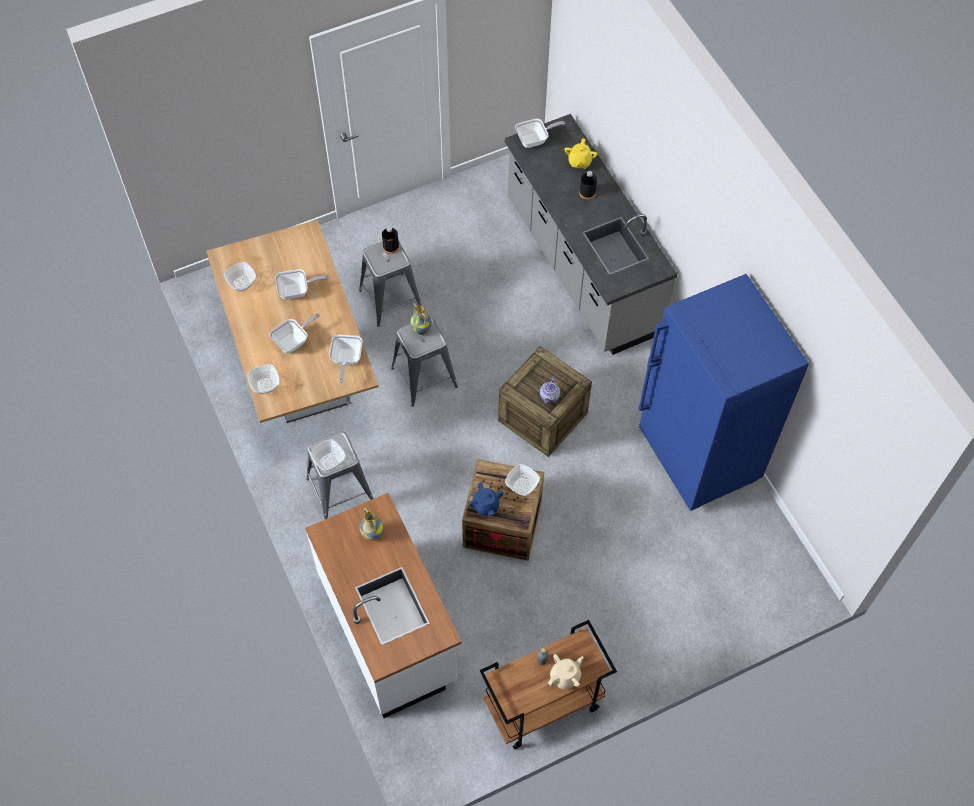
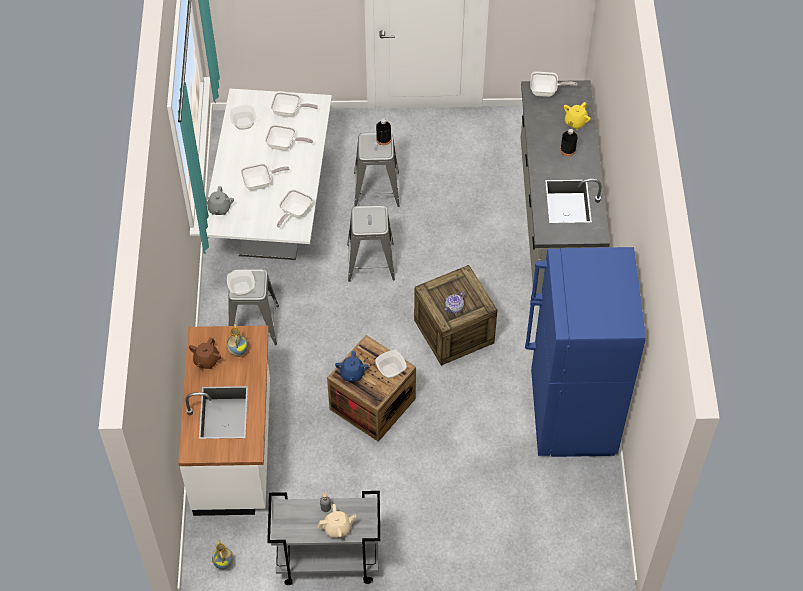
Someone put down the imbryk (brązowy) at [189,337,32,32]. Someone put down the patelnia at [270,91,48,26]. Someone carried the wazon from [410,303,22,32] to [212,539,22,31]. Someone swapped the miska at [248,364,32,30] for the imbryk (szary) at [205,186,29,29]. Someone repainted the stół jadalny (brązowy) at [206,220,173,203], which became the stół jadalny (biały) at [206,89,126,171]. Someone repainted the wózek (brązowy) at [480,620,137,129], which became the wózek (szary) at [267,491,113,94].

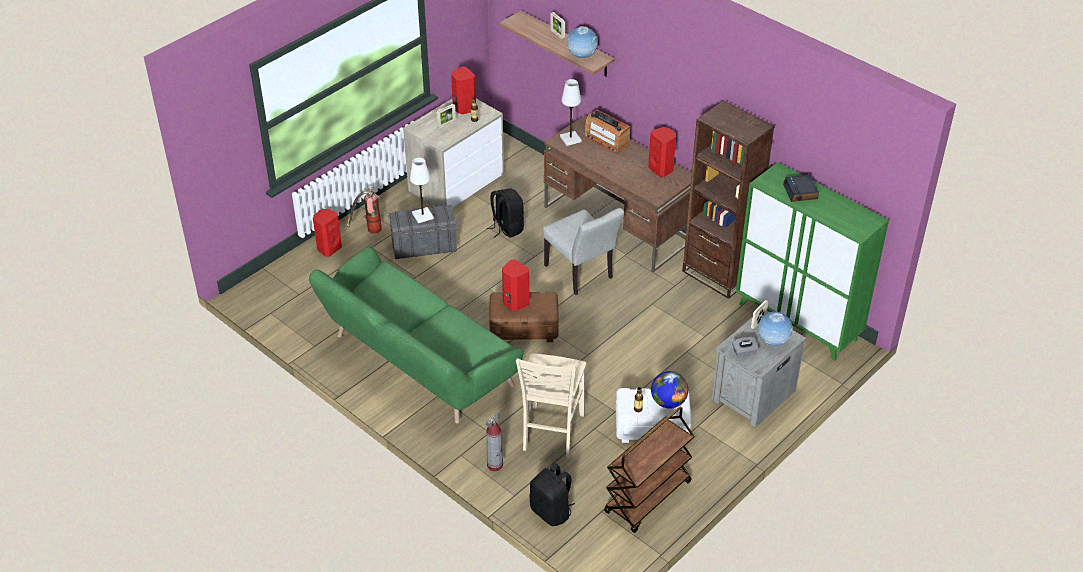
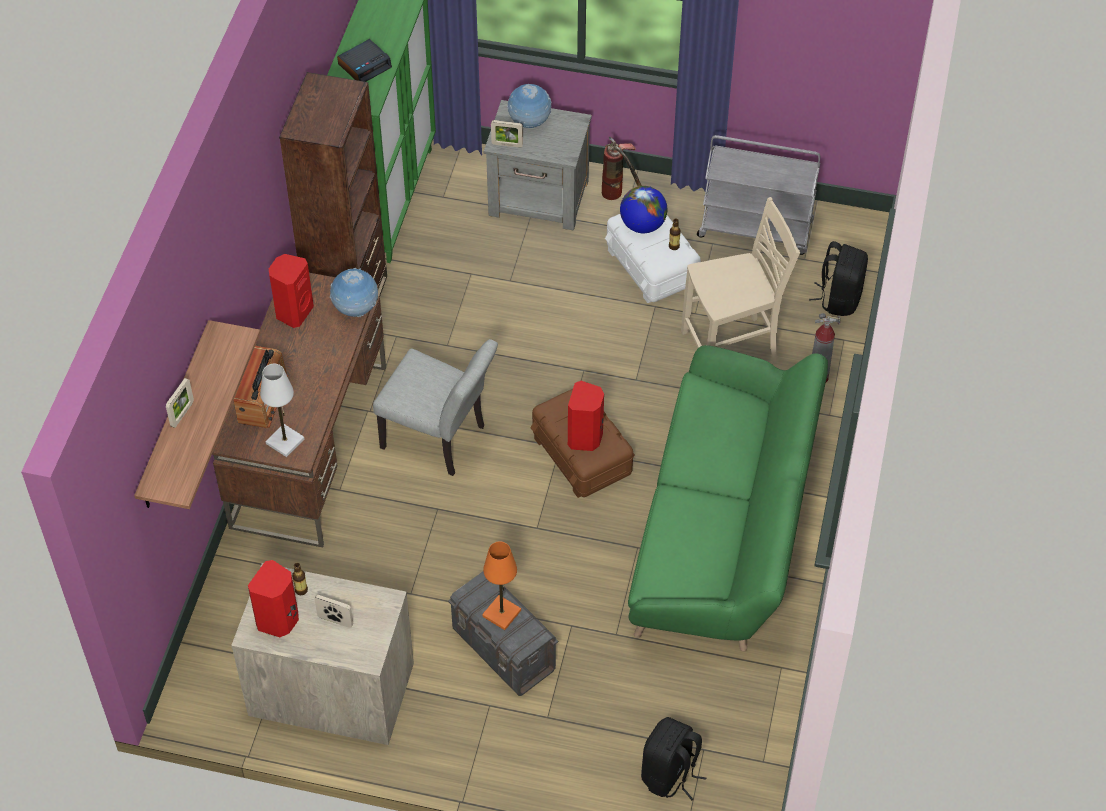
Someone took away the głośnik (czerwony) at [313,209,29,48]. Someone took away the pudełko chusteczek (szary) at [732,337,27,20]. Someone carried the gaśnica from [347,187,35,47] to [602,137,40,63]. Someone carried the plecak (czarny) from [487,188,37,50] to [641,717,65,83]. Someone carried the globus from [567,26,31,33] to [330,268,48,49]. Someone repainted the lampa stołowa (biały) at [410,158,24,65], which became the lampa stołowa (pomarańczowy) at [482,541,39,89]. Someone repainted the wózek (brązowy) at [604,407,90,126], which became the wózek (szary) at [697,135,123,120]. Someone rotated the krzesło (szary) at [543,208,81,87] by 90 degrees clockwise.

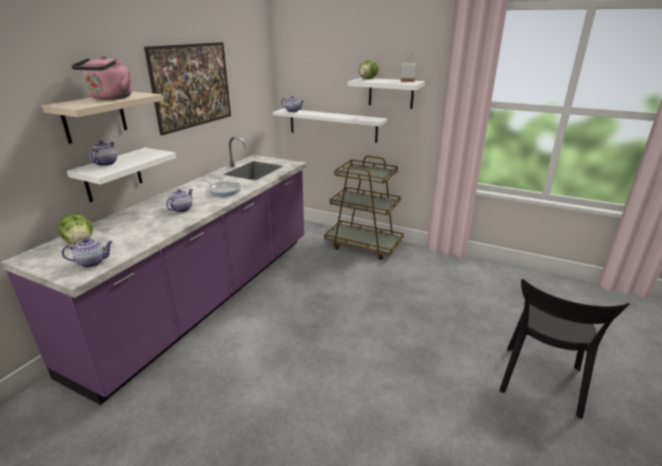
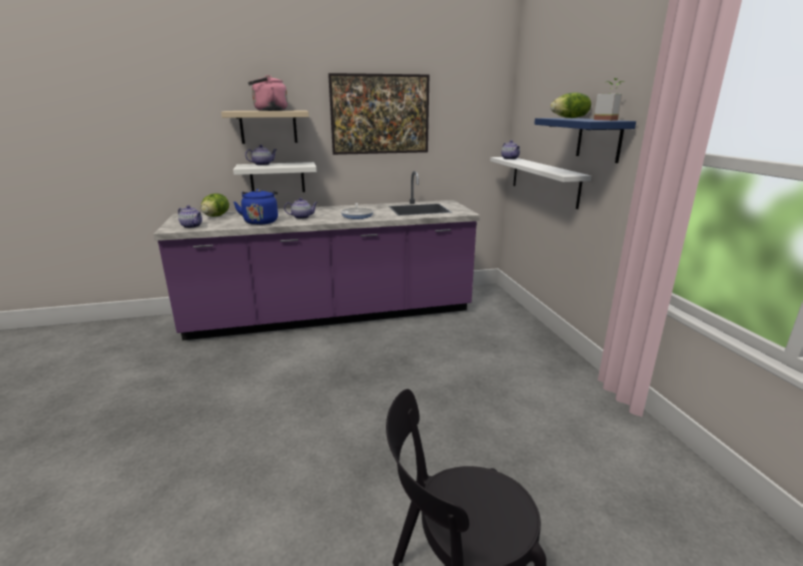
Someone took away the wózek (brązowy) at [324,156,80,104]. Someone put down the czajnik (niebieski) at [234,189,44,36]. Someone repainted the półka (biały) at [348,78,77,31], which became the półka (niebieski) at [534,118,102,45].

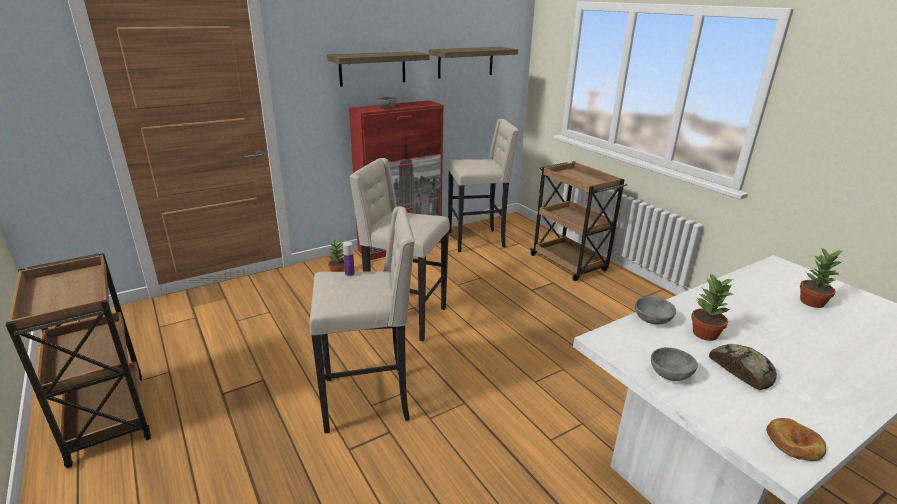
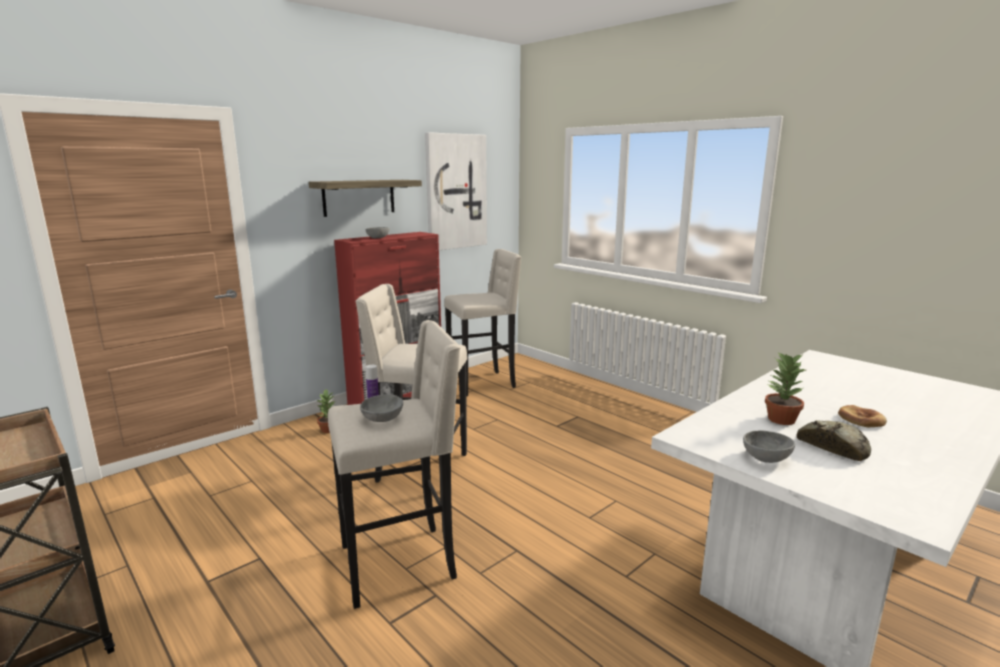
Someone took away the wózek (brązowy) at [530,161,97,120]. Someone took away the roślina doniczkowa at [800,247,44,61]. Someone carried the miska (szary) from [635,296,41,29] to [360,394,43,28]. Someone carried the chleb from [766,418,60,43] to [838,405,49,22]. Someone swapped the półka at [429,47,89,32] for the obraz at [425,132,62,118].

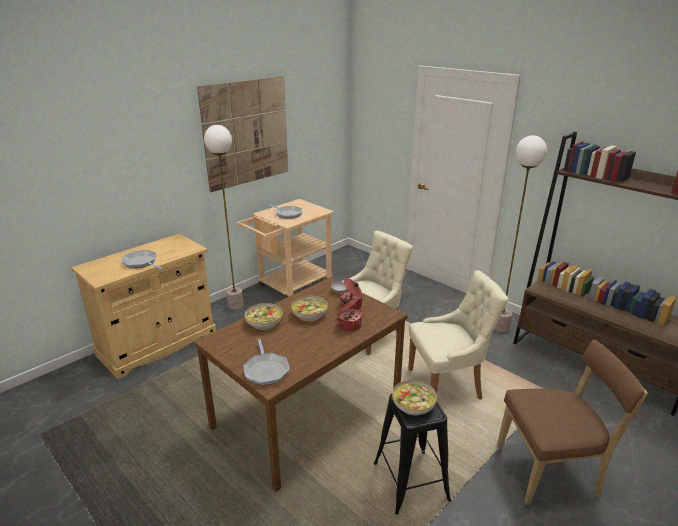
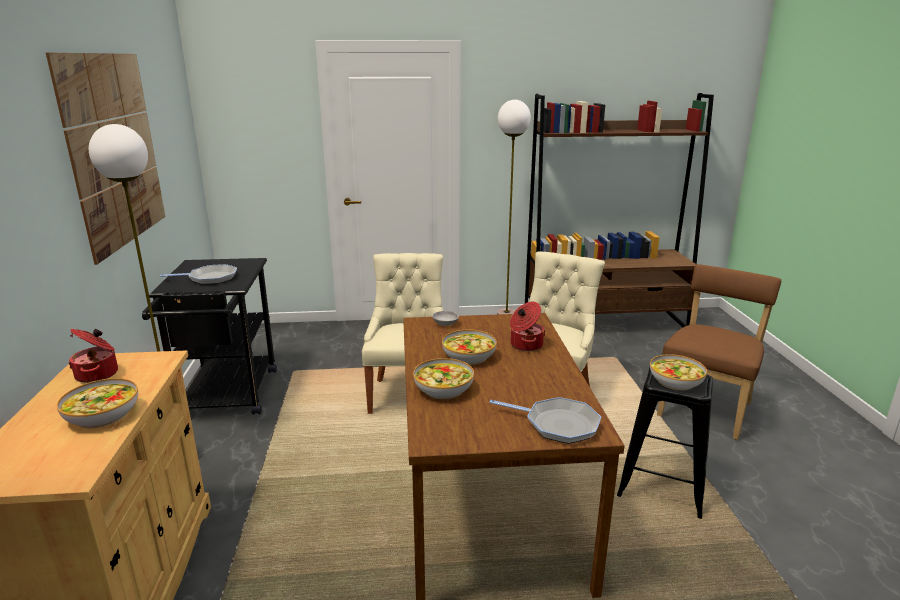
Someone carried the garnek from [340,278,22,32] to [69,329,49,54]. Someone swapped the patelnia at [121,250,42,20] for the miska at [57,378,81,50]. Someone repainted the wózek (beżowy) at [237,199,97,98], which became the wózek (czarny) at [142,258,135,156].

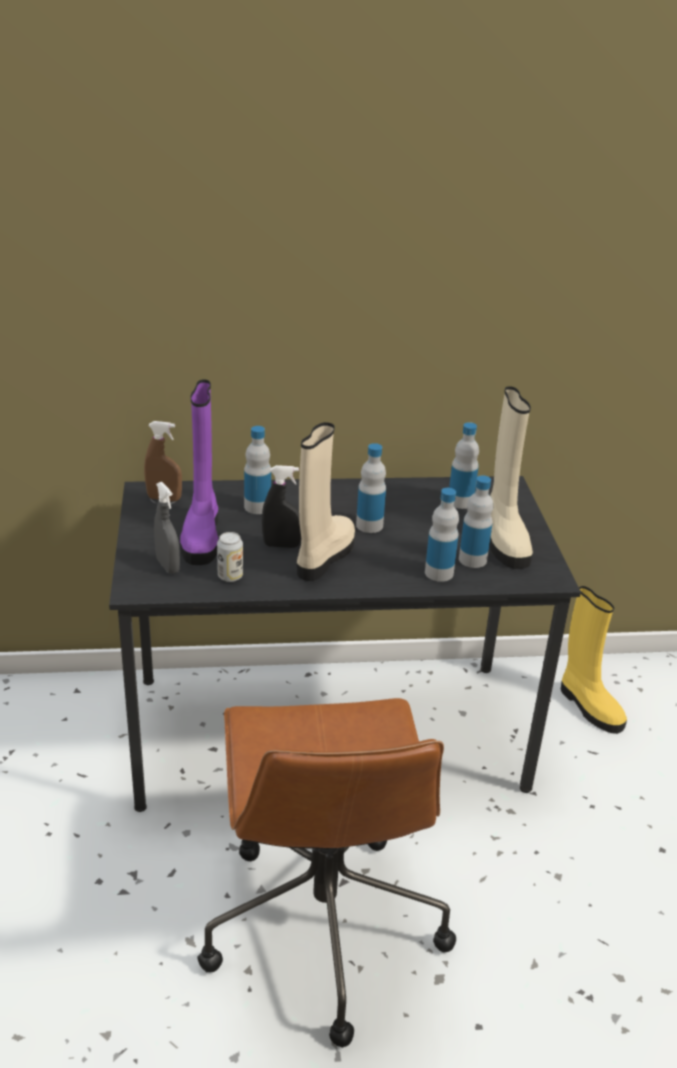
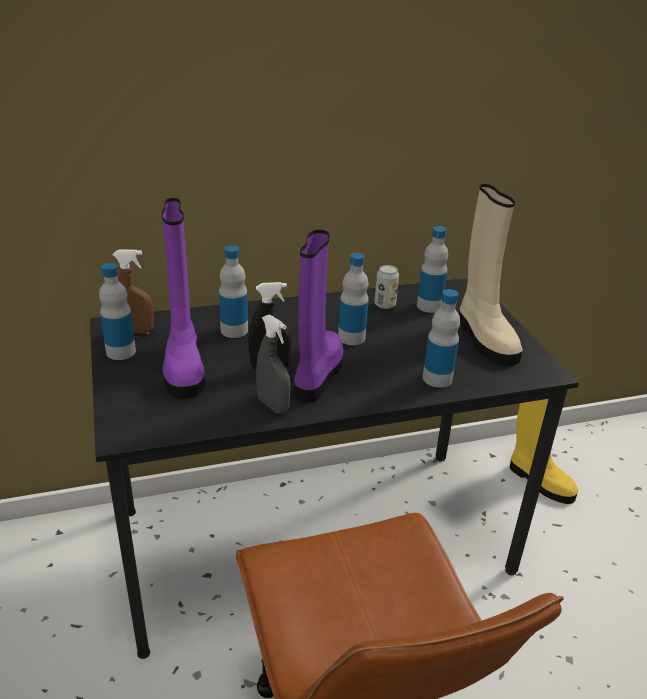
Someone carried the spryskiwacz (szary) from [154,482,26,92] to [256,314,35,100]. Someone carried the puszka from [217,532,26,50] to [374,265,25,44]. Someone carried the butelka from [459,475,34,93] to [99,263,37,97]. Someone repainted the but z cholewką (beżowy) at [297,422,58,159], which became the but z cholewką (fioletowy) at [294,230,50,173].

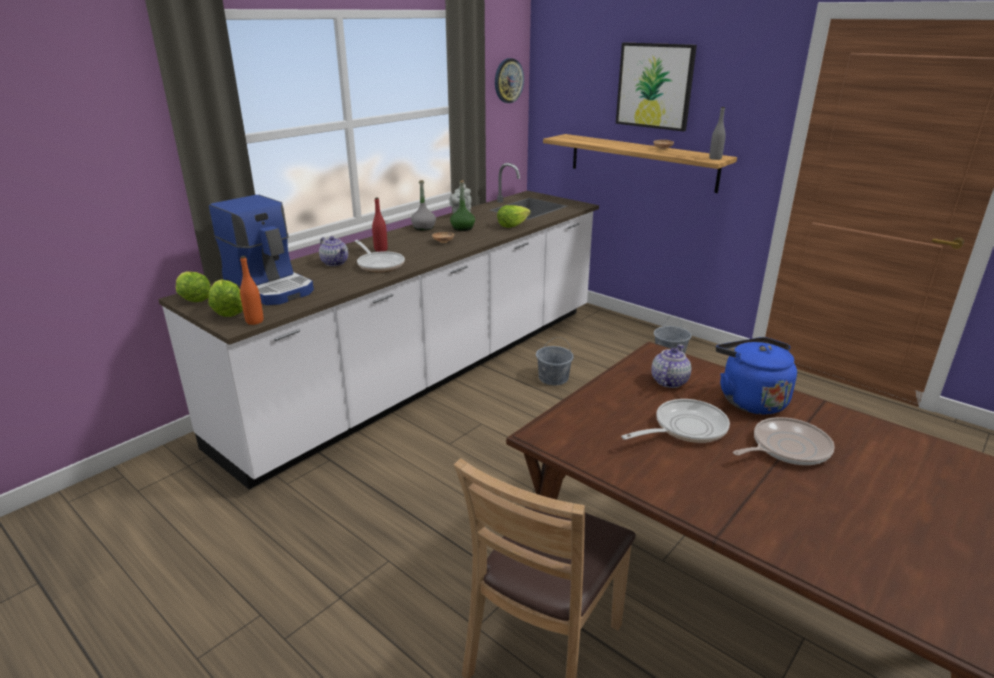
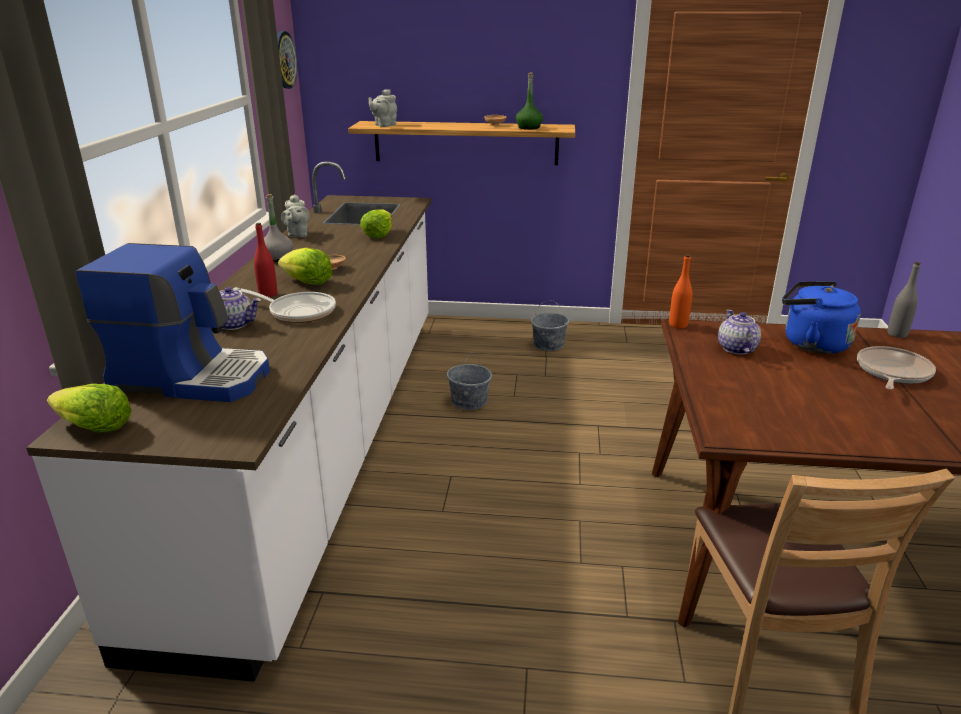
Someone took away the obraz at [616,43,81,89]. Someone took away the patelnia at [621,399,109,44]. Someone put down the imbryk (szary) at [368,89,29,38]. Someone carried the sałata from [209,279,34,38] to [278,248,54,37]. Someone carried the butelka (pomarańczowy) from [240,256,23,69] to [669,254,23,74]. Someone carried the butelka (zielony) from [450,180,25,51] to [516,72,27,58]. Someone carried the butelka (szary) from [709,107,17,53] to [887,262,34,76].

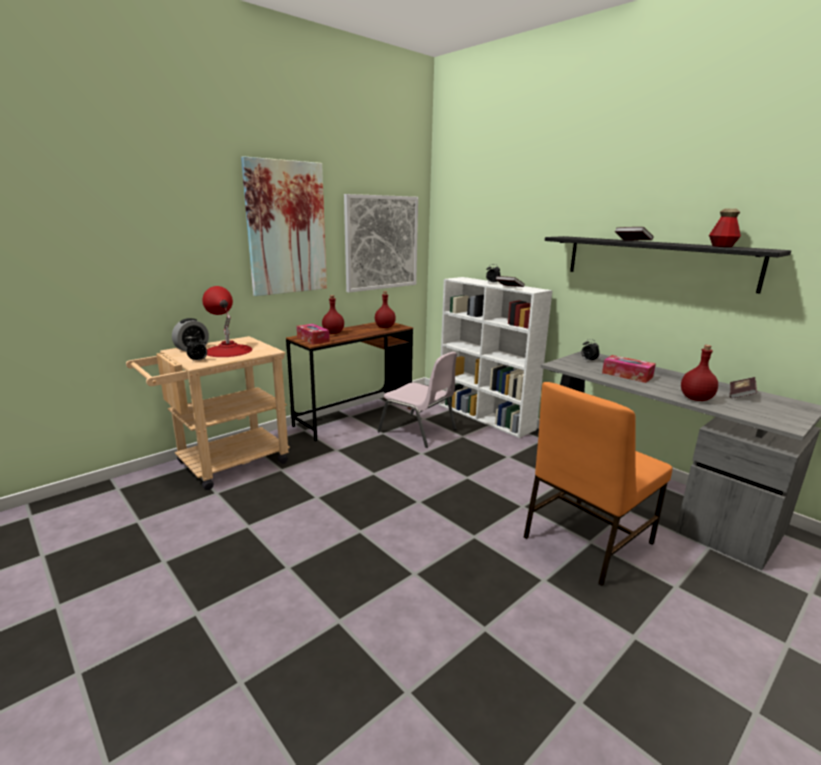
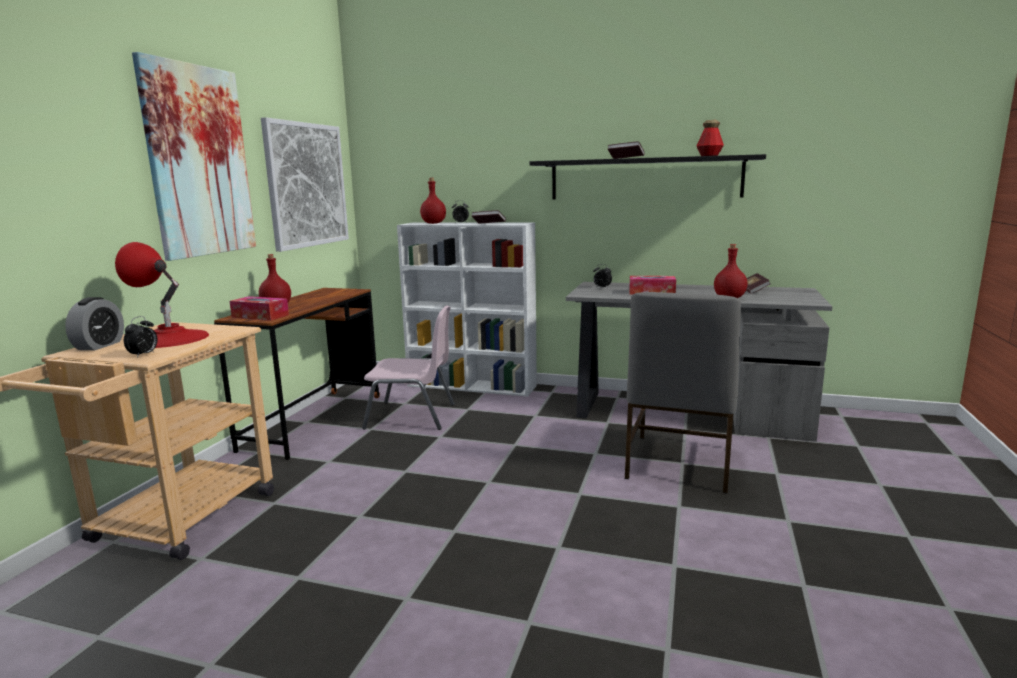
Someone carried the butelka (czerwony) from [375,291,21,37] to [420,178,26,46]. Someone repainted the krzesło (pomarańczowy) at [524,382,149,204], which became the krzesło (szary) at [625,292,116,201].

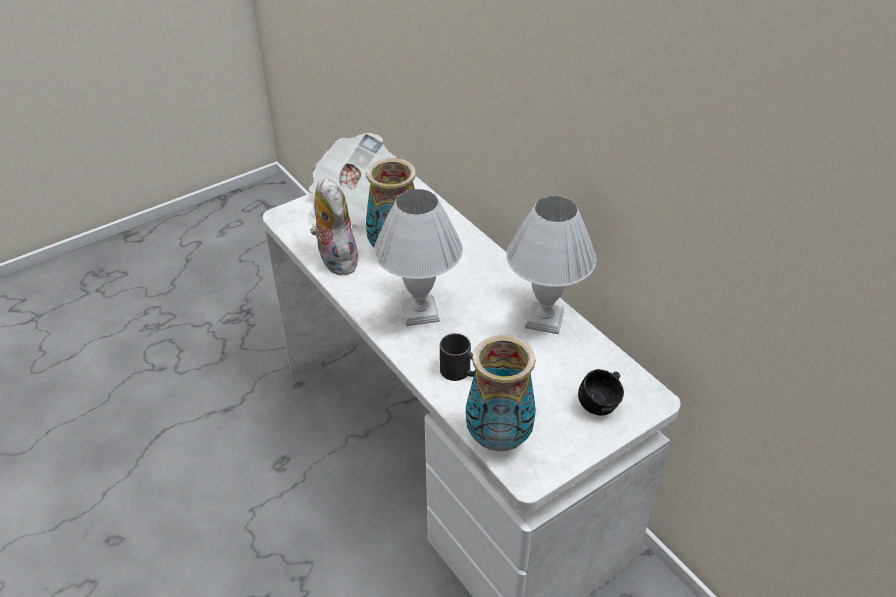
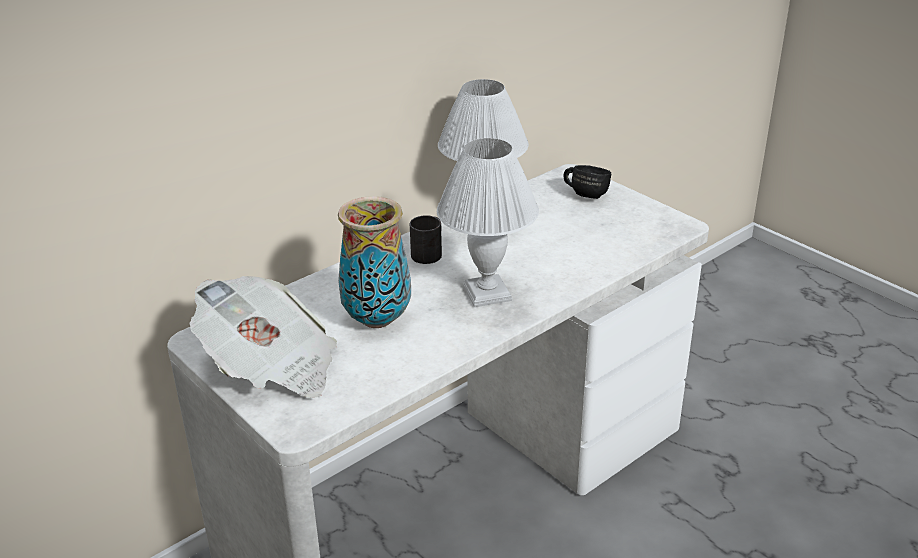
Someone took away the pluszak at [310,178,50,97]. Someone took away the wazon at [466,335,70,116]. Someone carried the kubek (czarny) from [440,333,36,48] to [410,215,32,49].

